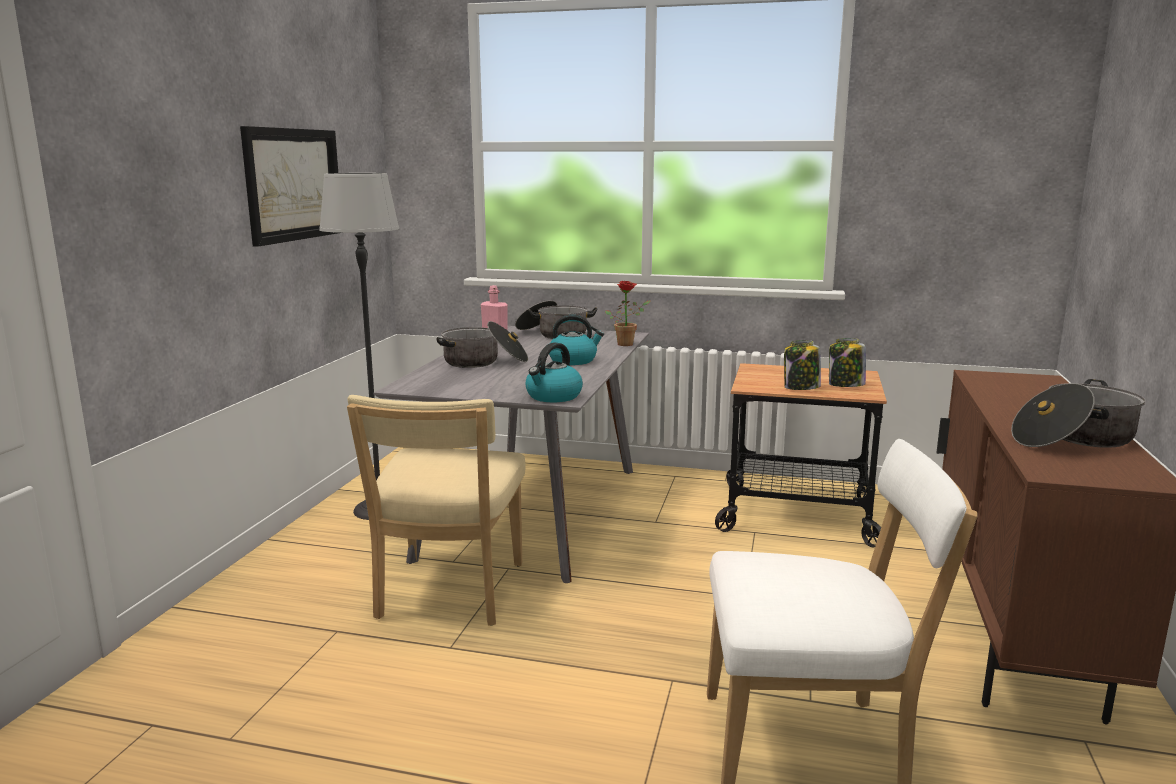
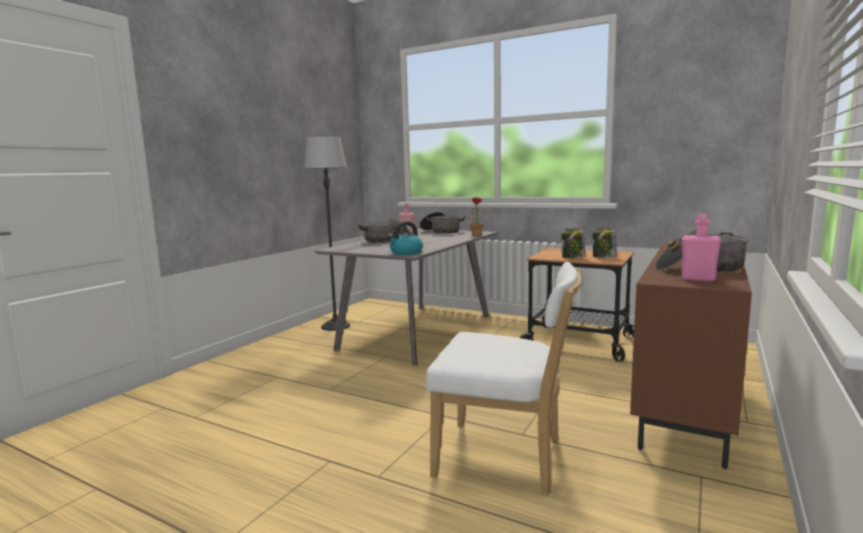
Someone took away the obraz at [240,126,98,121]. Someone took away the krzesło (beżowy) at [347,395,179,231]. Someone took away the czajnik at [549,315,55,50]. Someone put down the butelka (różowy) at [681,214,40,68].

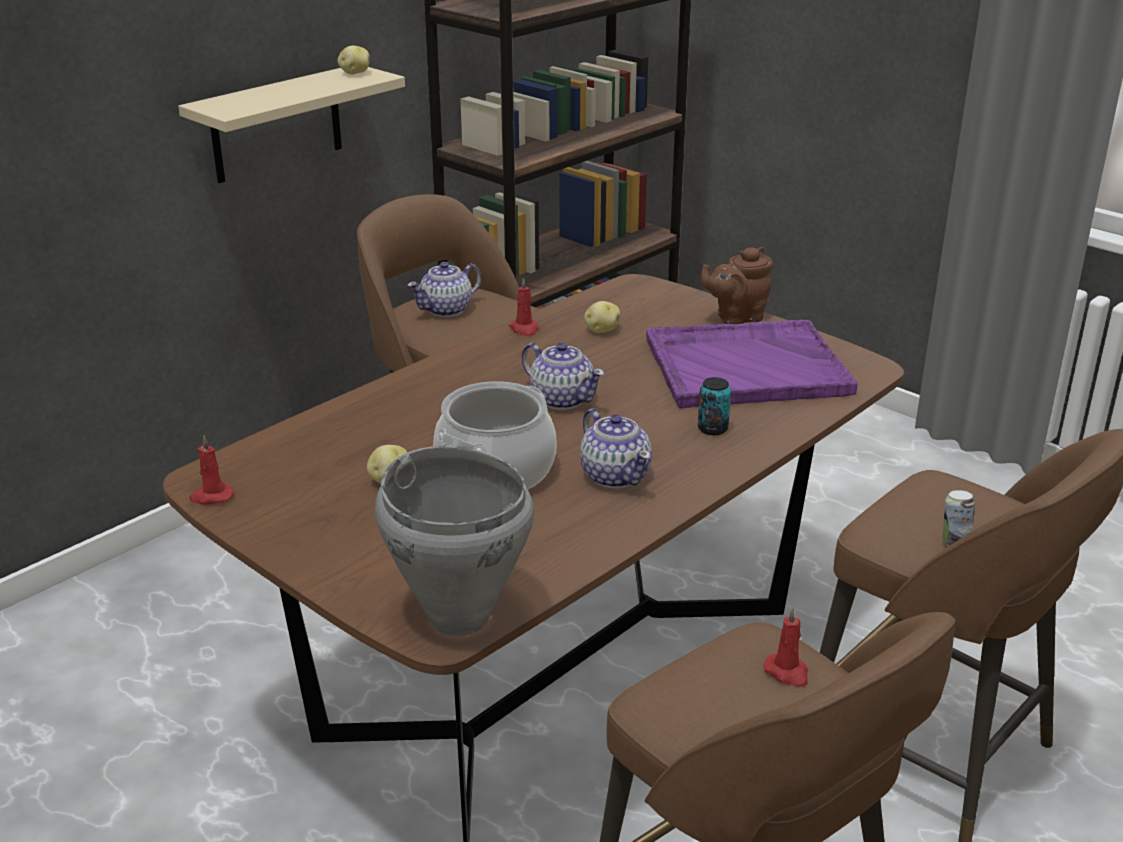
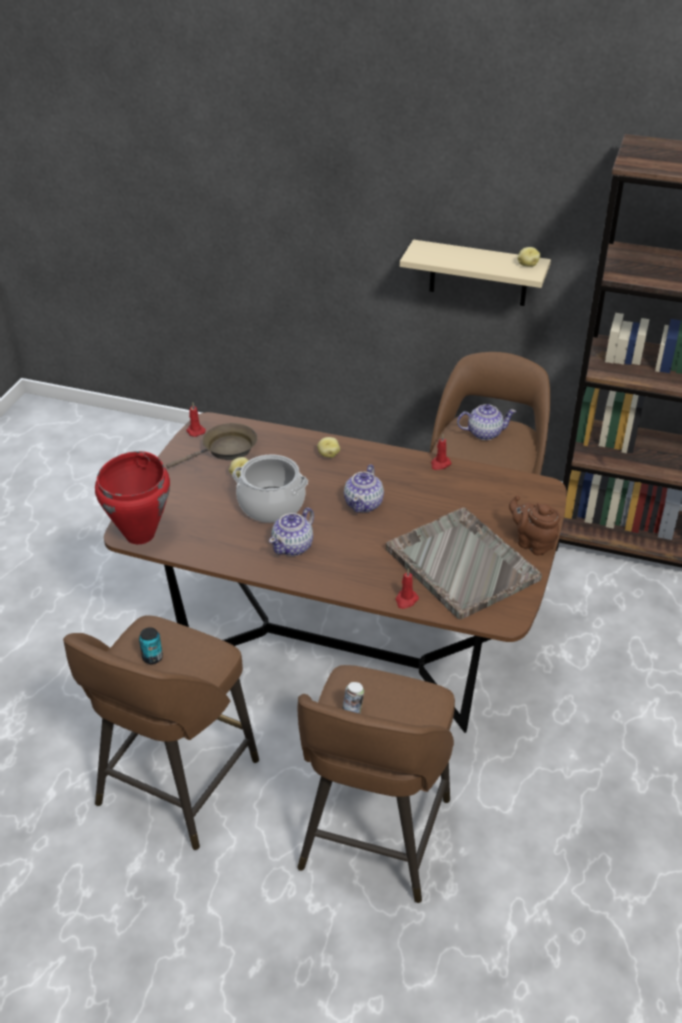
Someone put down the patelnia (brązowy) at [166,423,91,45]. Someone carried the ziemniak from [584,301,36,32] to [317,437,23,21]. Someone carried the puszka from [698,377,33,58] to [139,627,24,37]. Someone carried the świeca (czerwony) from [763,607,45,80] to [395,568,24,41]. Someone repainted the garnek (szary) at [375,446,159,190], which became the garnek (czerwony) at [95,451,75,93]. Someone repainted the taca (fioletowy) at [646,320,212,89], which became the taca (szary) at [386,508,156,112]. Someone rotated the imbryk at [408,262,73,55] by 150 degrees clockwise.

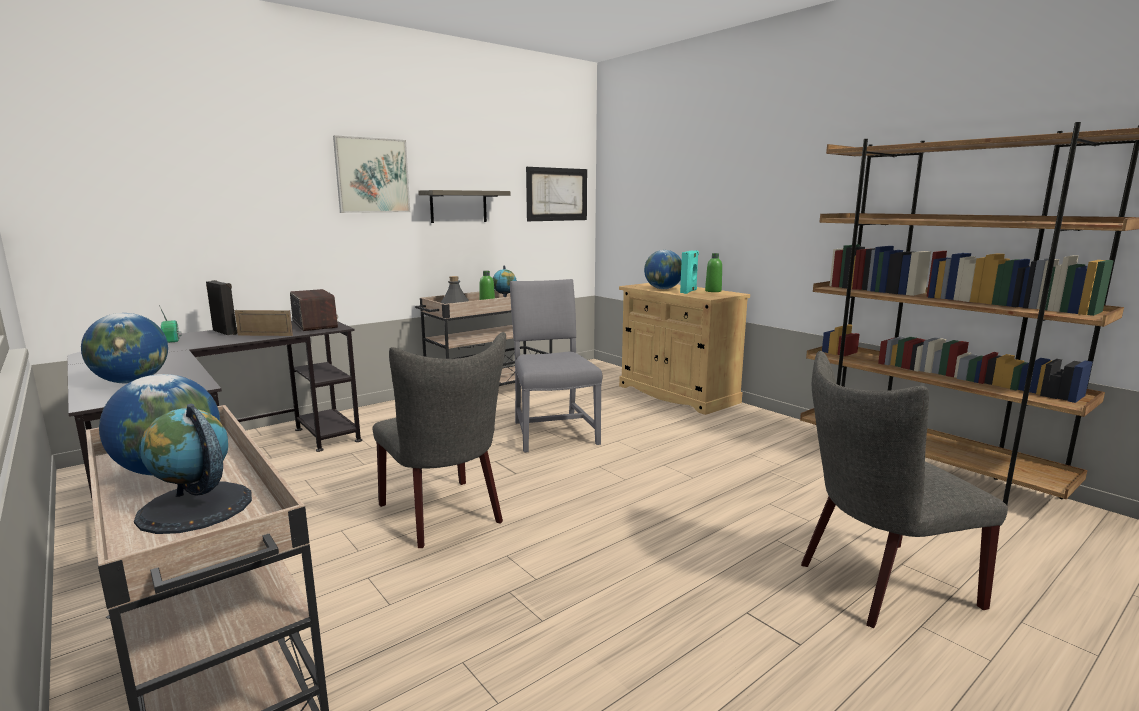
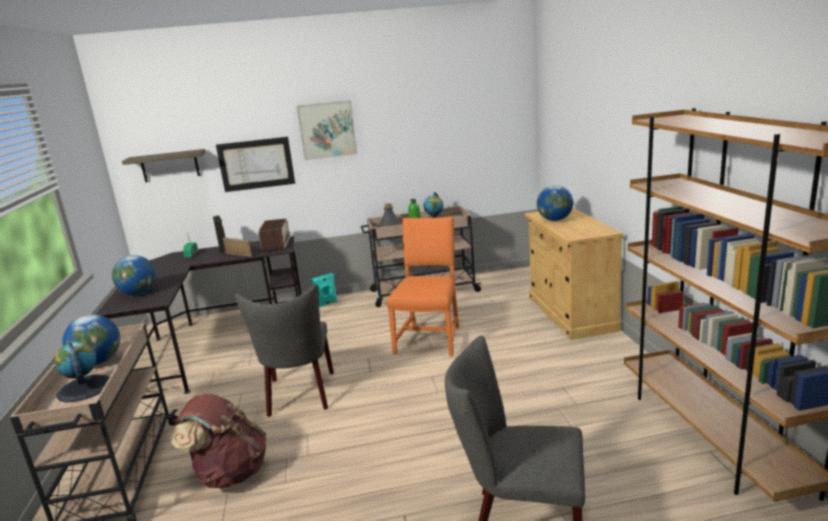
Someone took away the butelka (zielony) at [705,253,17,39]. Someone put down the plecak (brązowy) at [171,394,96,94]. Someone carried the półka from [418,190,93,33] to [122,149,84,33]. Someone carried the obraz from [526,167,61,54] to [216,137,79,55]. Someone carried the głośnik (turkusowy) from [680,250,19,44] to [312,273,26,34]. Someone repainted the krzesło (szary) at [510,279,92,174], which became the krzesło (pomarańczowy) at [387,217,72,140].

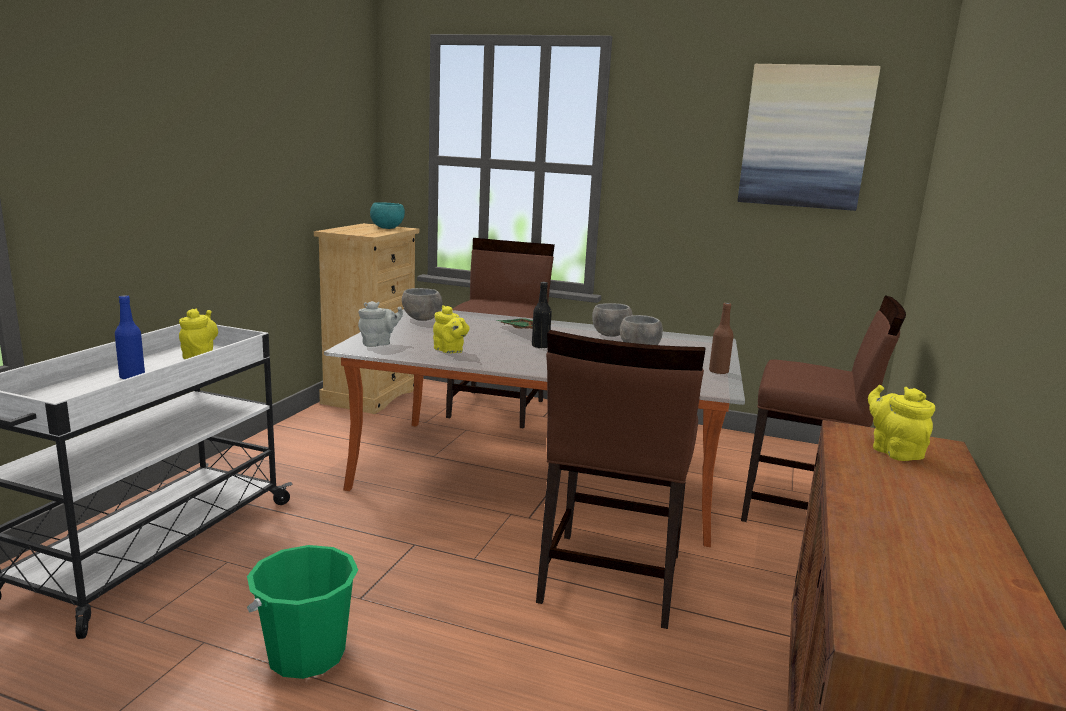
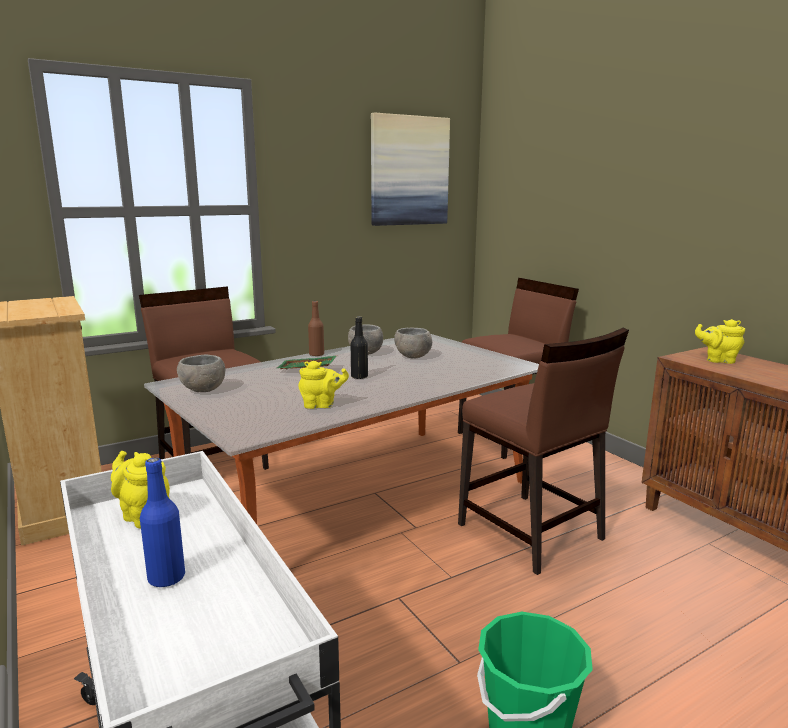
Someone took away the imbryk (szary) at [358,301,45,46]. Someone took away the miska (turkusowy) at [370,202,35,27]. Someone carried the butelka (brązowy) from [709,303,25,71] to [308,301,16,56].

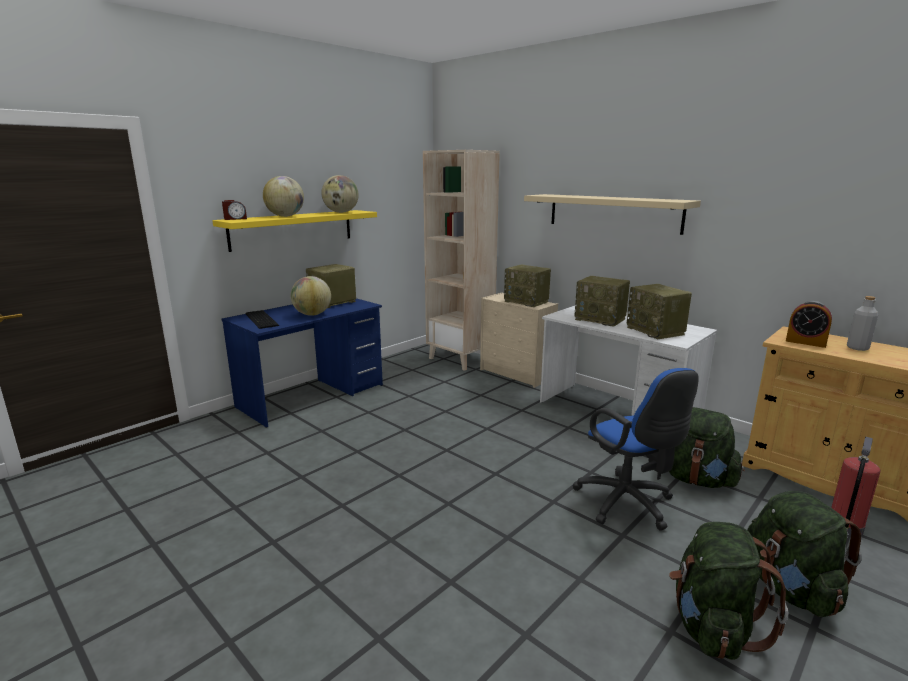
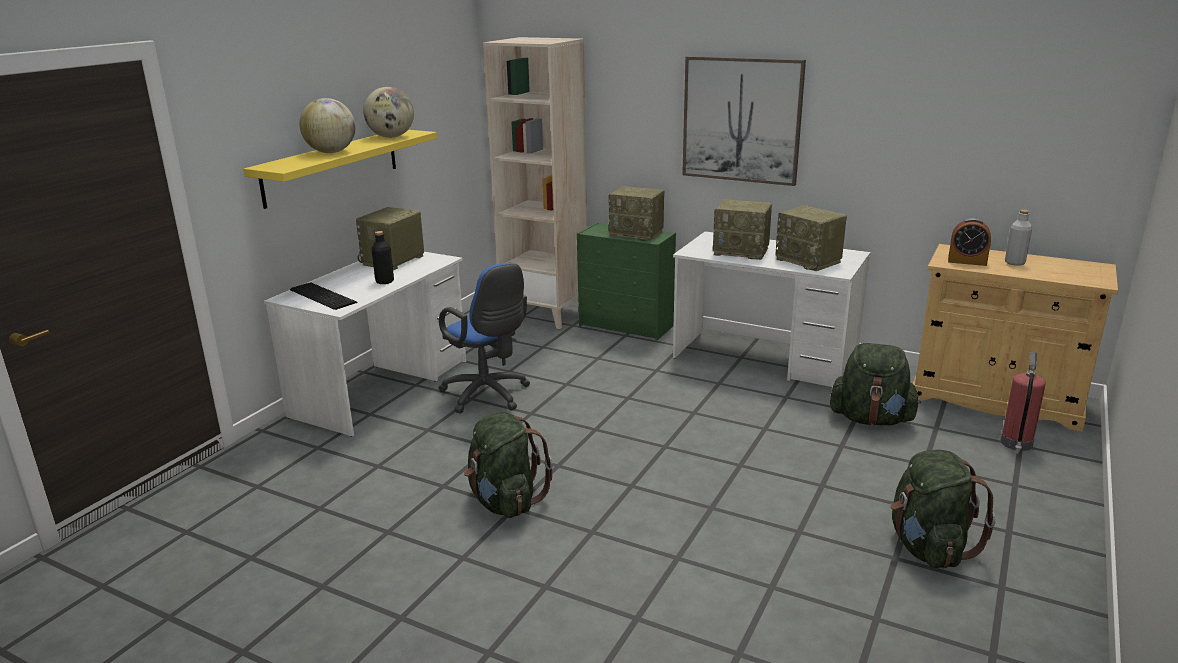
Someone took away the budzik at [222,200,25,20]. Someone carried the krzesło biurowe (niebieski) from [572,368,127,163] to [438,263,92,151]. Someone carried the plecak (zielony) from [747,491,115,126] to [464,412,89,106]. Someone swapped the globus at [291,276,40,40] for the butelka (czarny) at [371,231,23,53]. Someone swapped the półka (beżowy) at [524,194,177,41] for the obraz at [682,56,124,130]. Someone repainted the biurko (niebieski) at [222,298,161,130], which became the biurko (biały) at [264,252,202,185]. Someone repainted the komoda (beżowy) at [480,293,78,95], which became the komoda (zielony) at [577,223,99,118].

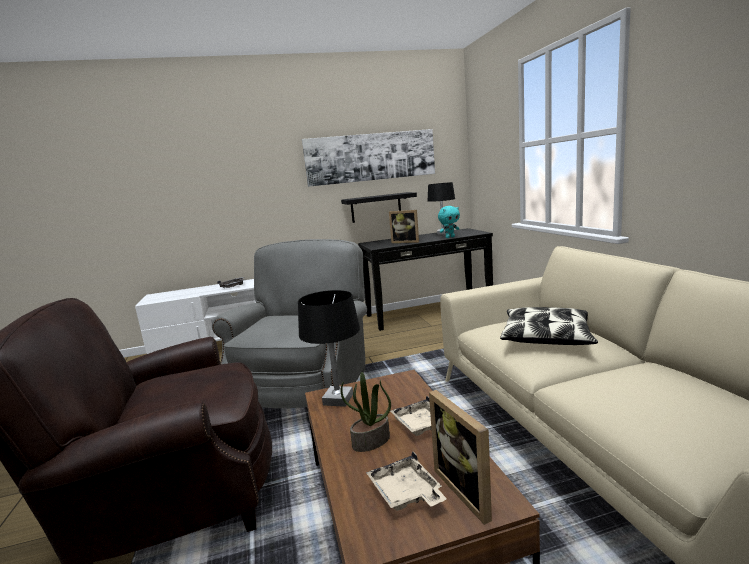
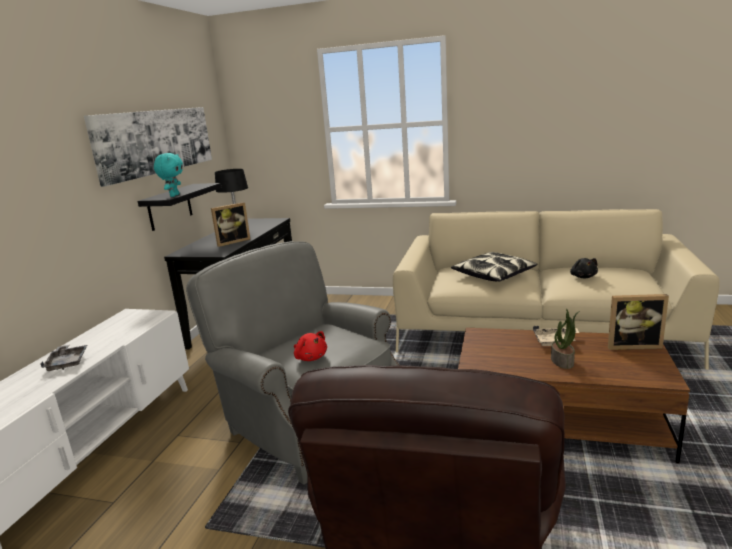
Someone took away the lampa stołowa (czarny) at [298,290,62,117]. Someone took away the taca (beżowy) at [366,451,81,60]. Someone put down the pluszak (czerwony) at [294,331,33,30]. Someone put down the pluszak (czarny) at [570,258,28,20]. Someone carried the pluszak (turkusowy) from [438,206,22,32] to [154,153,29,44].

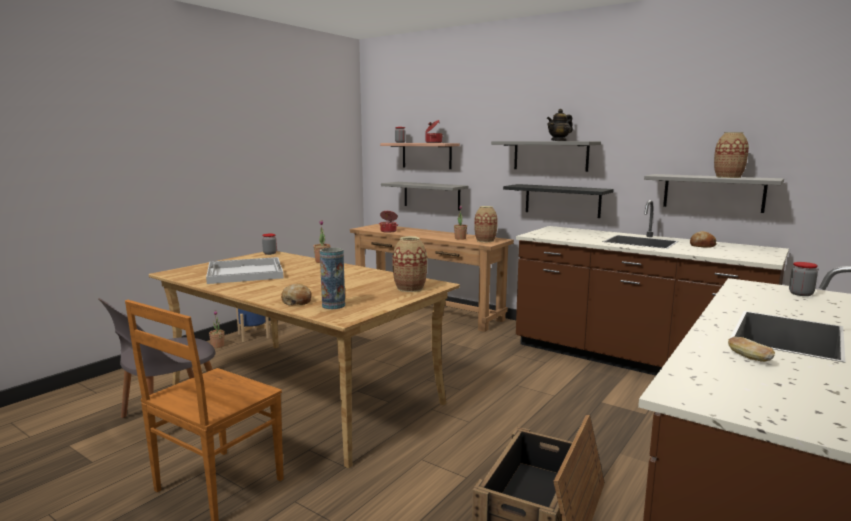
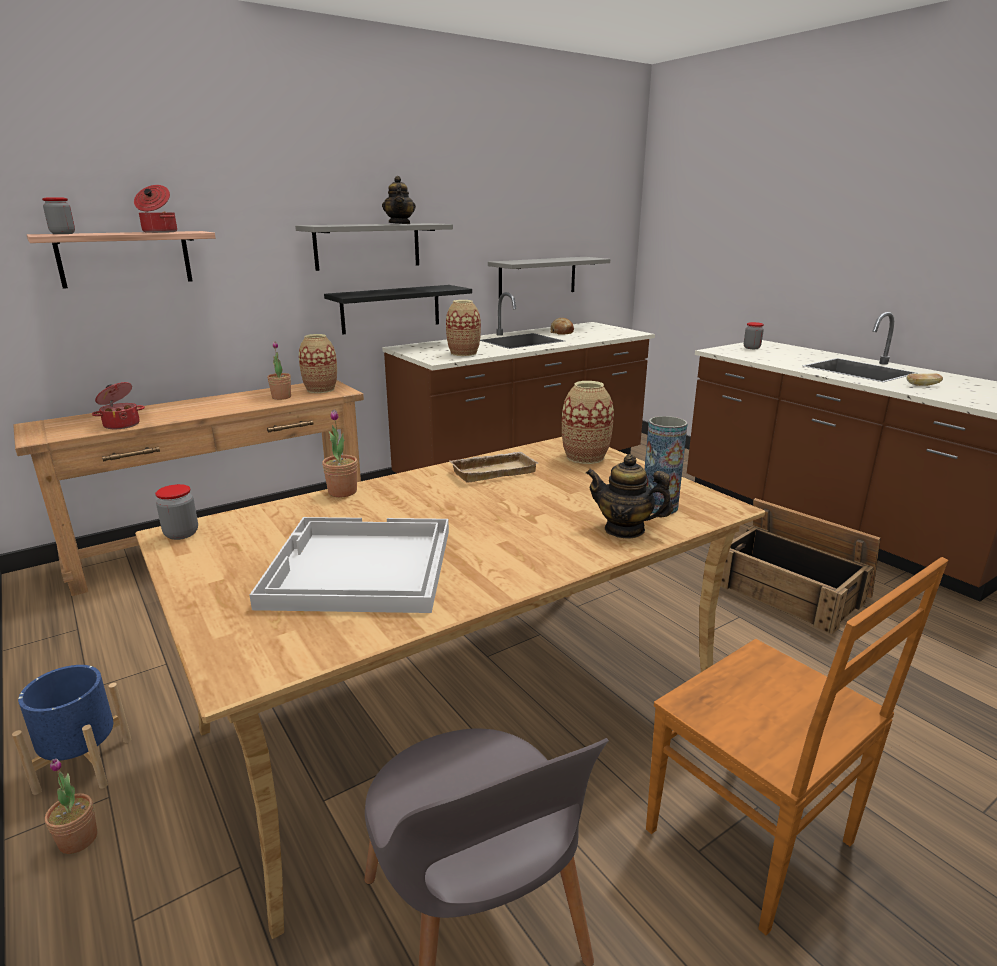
Someone took away the półka (szary) at [381,182,88,29]. Someone put down the taca (beżowy) at [448,452,90,30]. Someone carried the wazon from [714,132,35,46] to [446,300,35,56]. Someone swapped the chleb at [281,283,30,22] for the imbryk at [586,454,87,85].

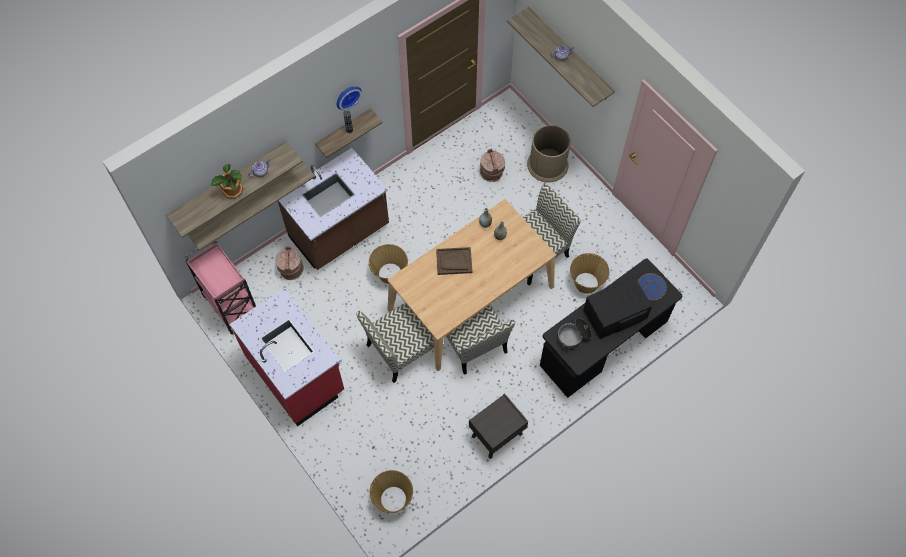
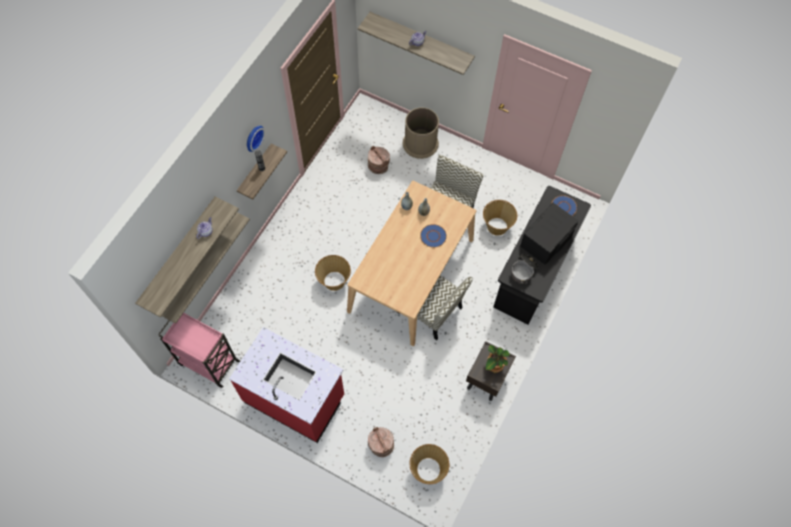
Someone took away the zabudowa kuchenna (brązowy) at [278,148,111,122]. Someone took away the krzesło at [356,303,78,80]. Someone took away the taca (brązowy) at [436,247,37,28]. Someone put down the talerz (niebieski) at [420,224,27,24]. Someone carried the roślina doniczkowa from [211,164,32,35] to [486,345,24,28]. Someone carried the wiadro (brązowy) from [275,246,28,34] to [368,427,26,30].

